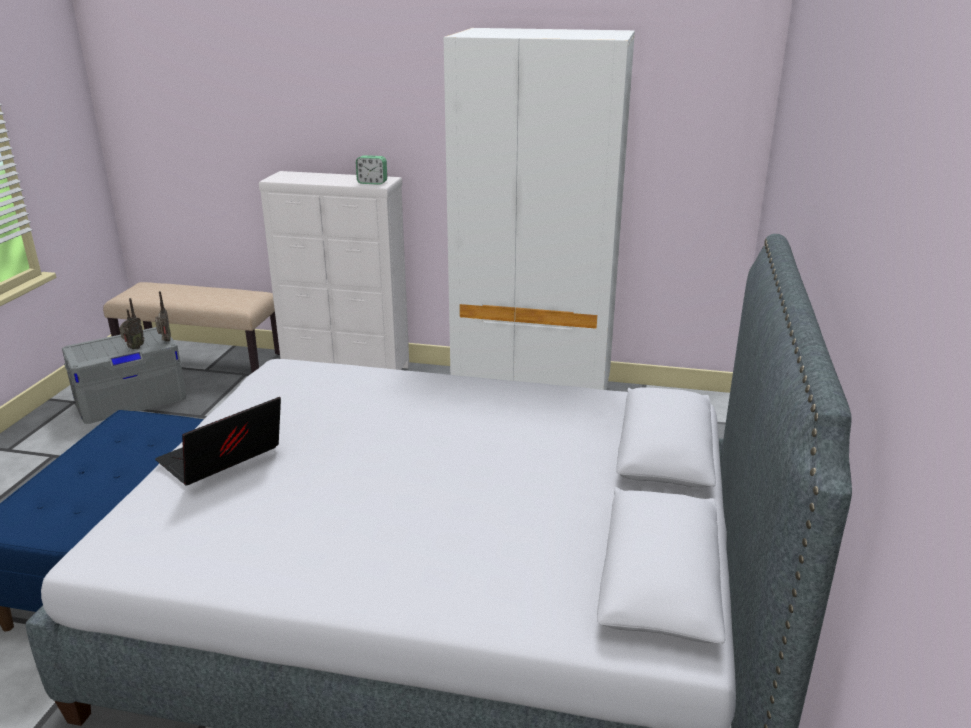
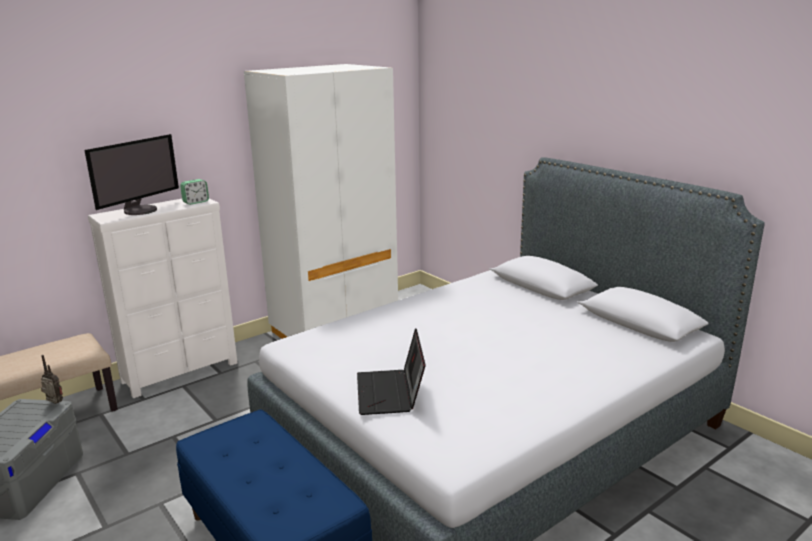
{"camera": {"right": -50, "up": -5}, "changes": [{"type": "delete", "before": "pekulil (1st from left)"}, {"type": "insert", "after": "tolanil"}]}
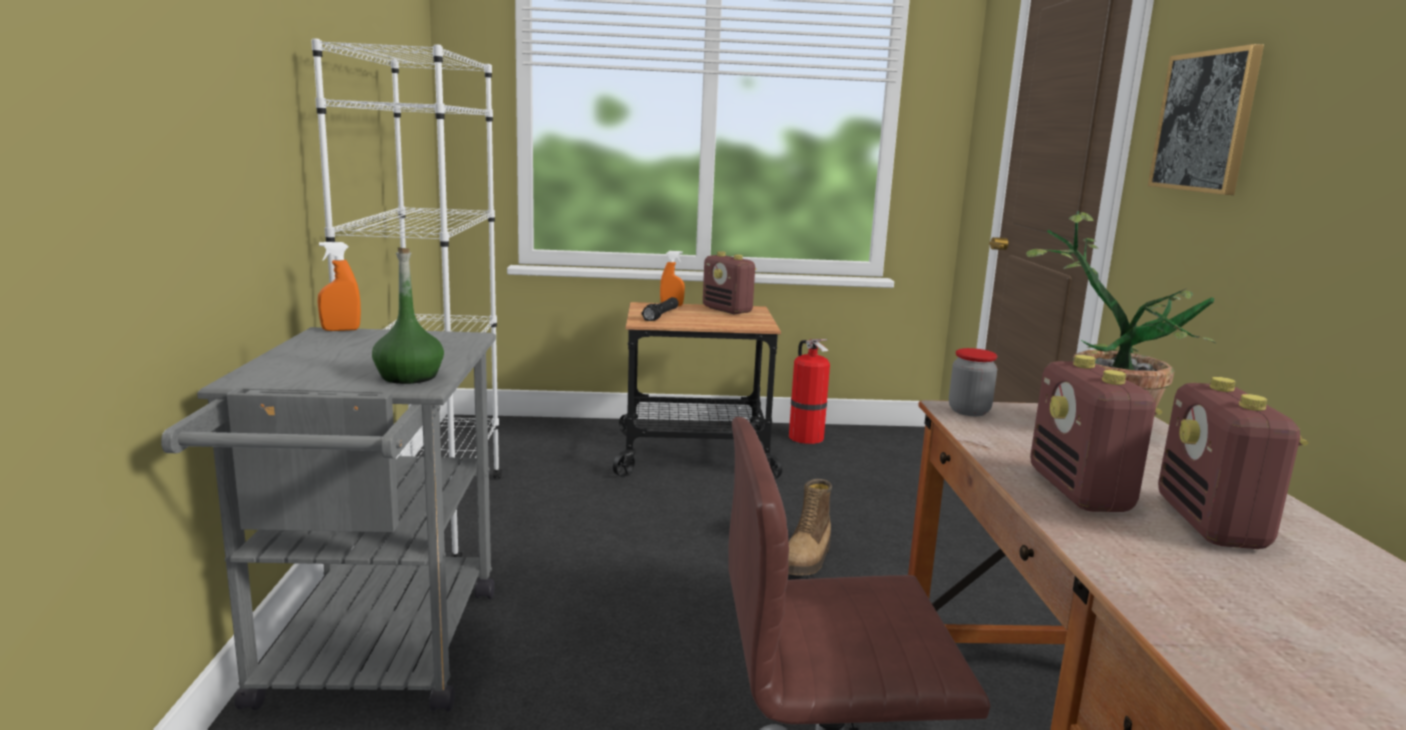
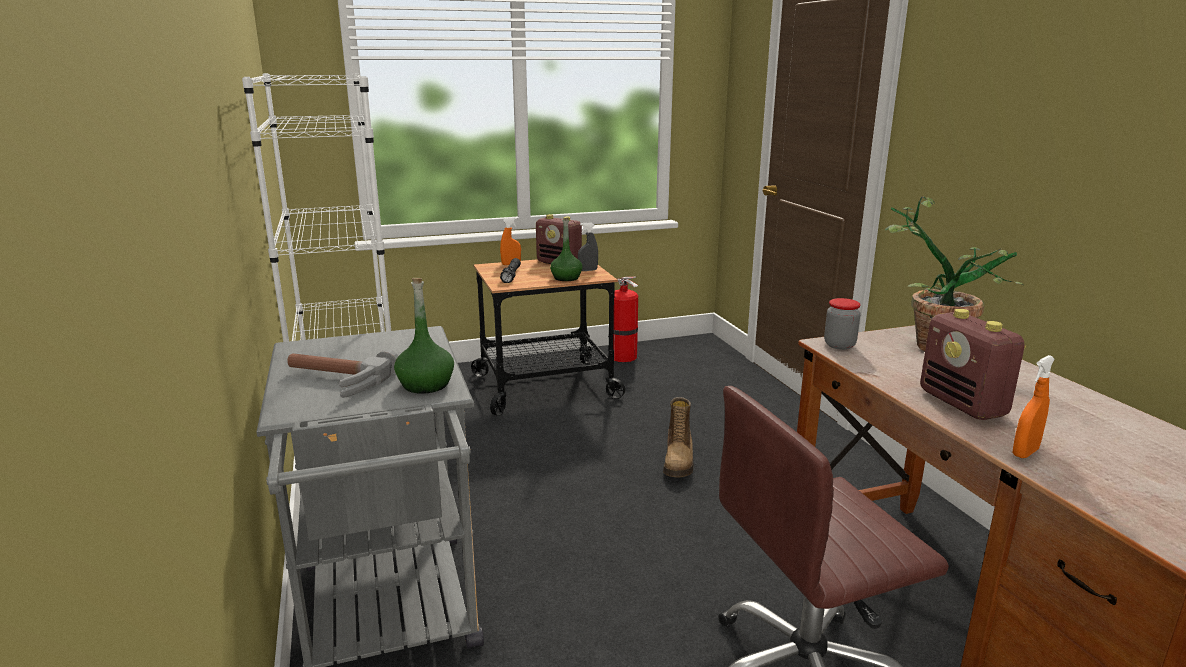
{"camera": {"right": -15, "up": 5}, "changes": [{"type": "move", "before": "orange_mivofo (1st from left in the first image)", "after": "orange_mivofo (2nd from left)"}, {"type": "delete", "before": "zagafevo"}, {"type": "delete", "before": "pekulil (3rd from left)"}, {"type": "insert", "after": "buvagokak"}, {"type": "insert", "after": "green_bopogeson (2nd from left)"}, {"type": "insert", "after": "grey_mivofo"}]}
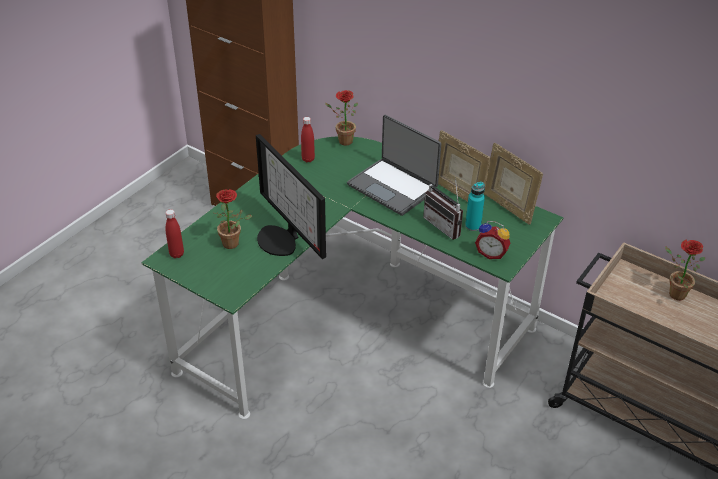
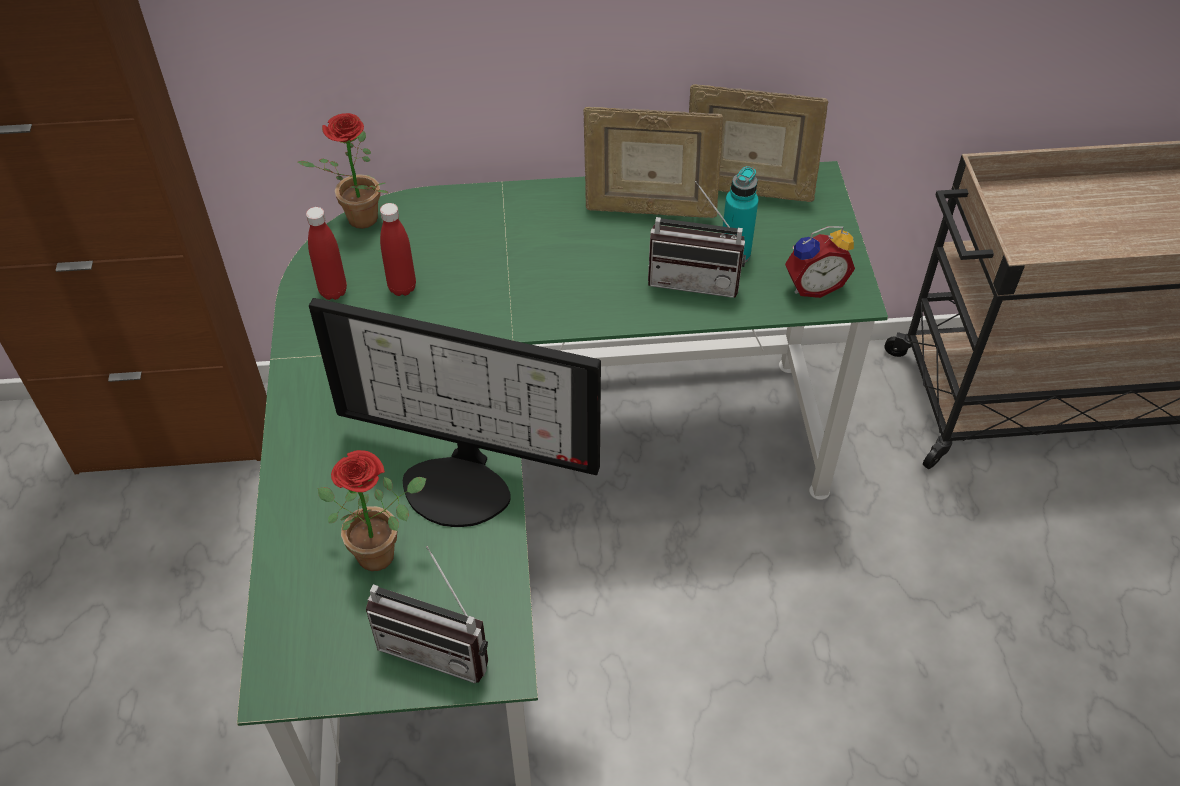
{"camera": {"right": -40, "up": 10}, "changes": [{"type": "move", "before": "red_bopogeson (1st from left in the first image)", "after": "red_bopogeson (2nd from left)"}, {"type": "delete", "before": "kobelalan"}, {"type": "delete", "before": "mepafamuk (3rd from left)"}, {"type": "insert", "after": "pekulil (1st from left)"}]}
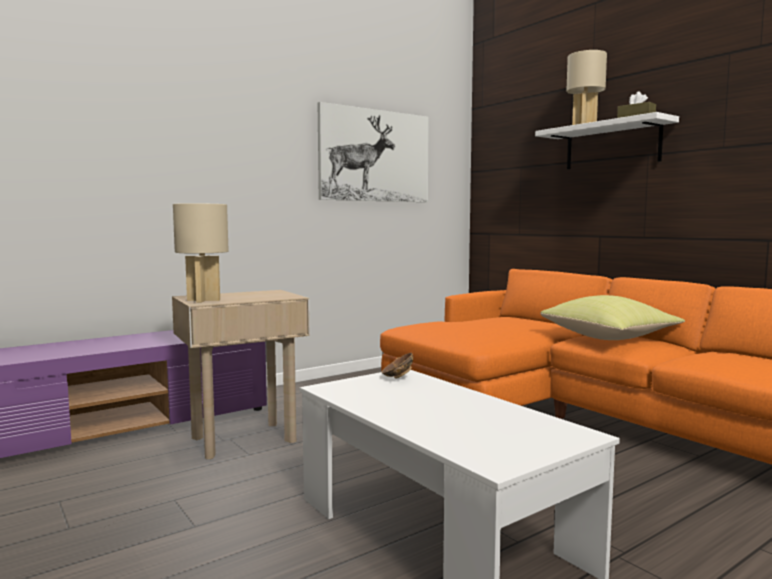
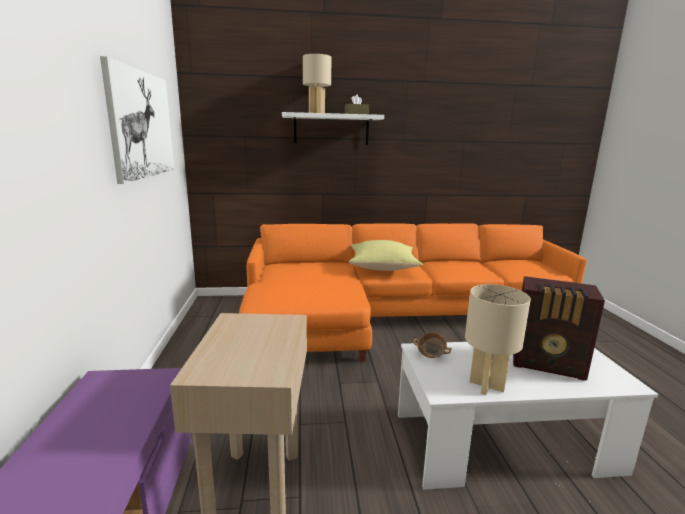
{"camera": {"right": -60, "up": 10}, "changes": [{"type": "move", "before": "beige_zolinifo (1st from left in the first image)", "after": "beige_zolinifo (2nd from left)"}, {"type": "insert", "after": "pekulil"}]}
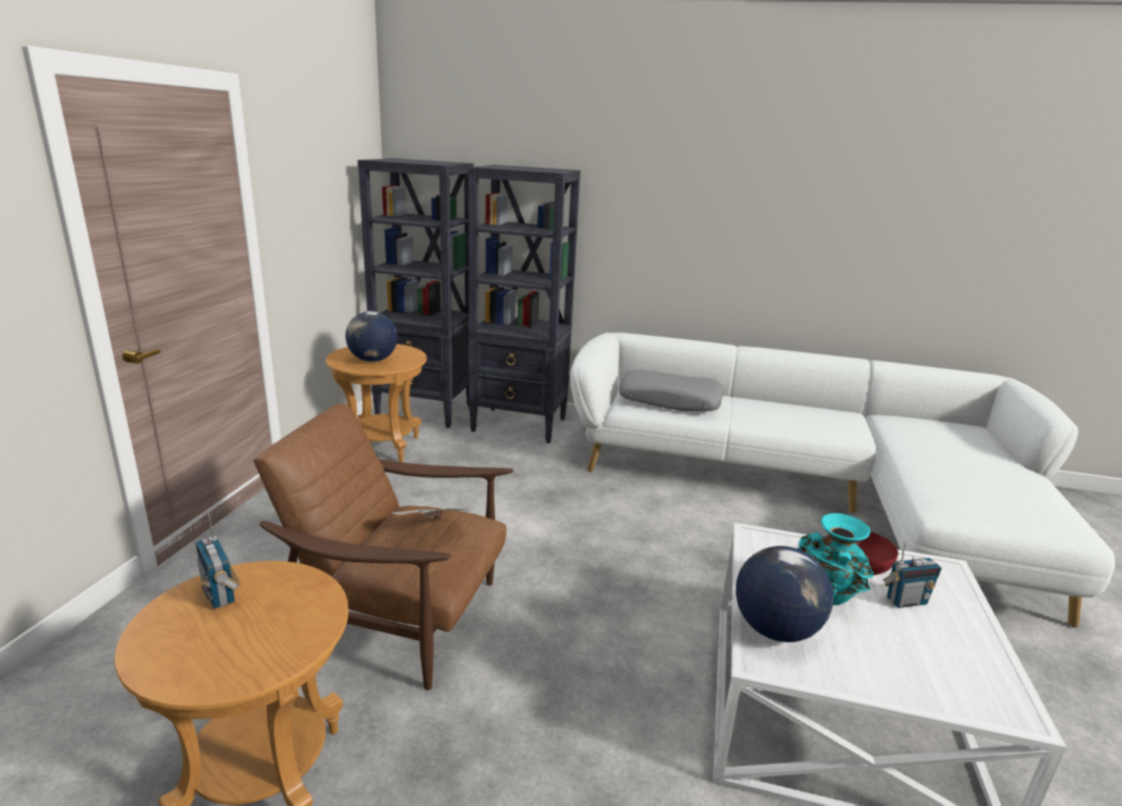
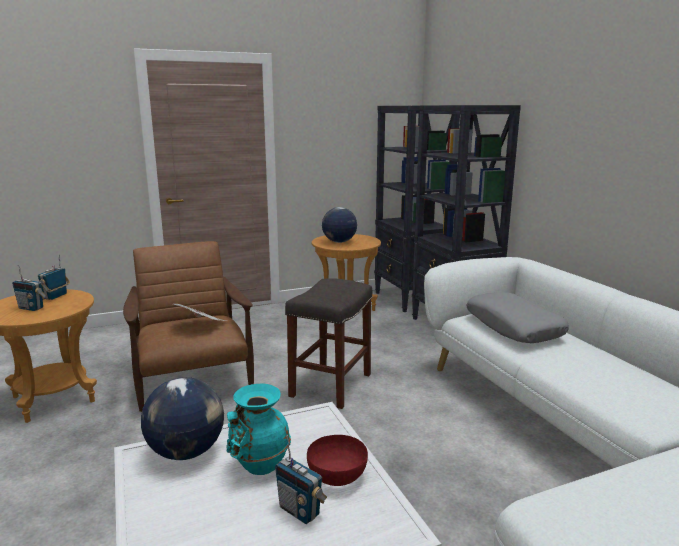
{"camera": {"right": 55, "up": -5}, "changes": [{"type": "insert", "after": "pekulil (1st from left)"}, {"type": "insert", "after": "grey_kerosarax"}]}
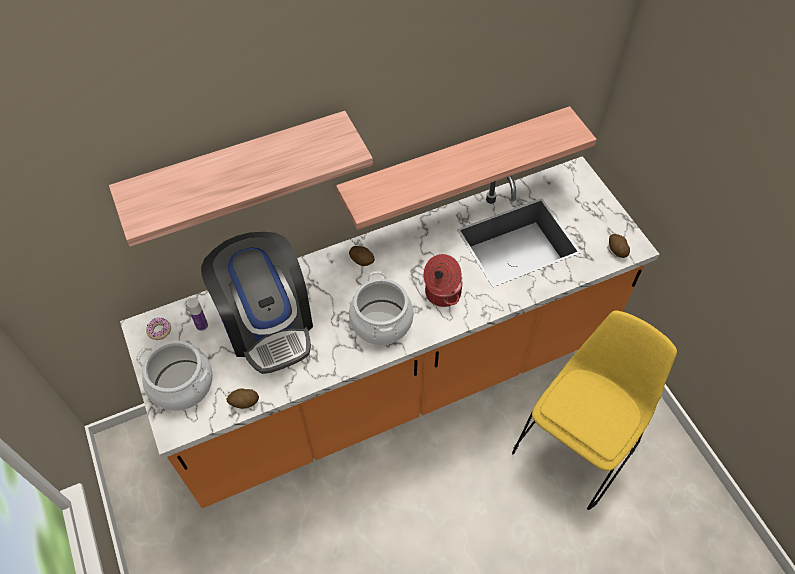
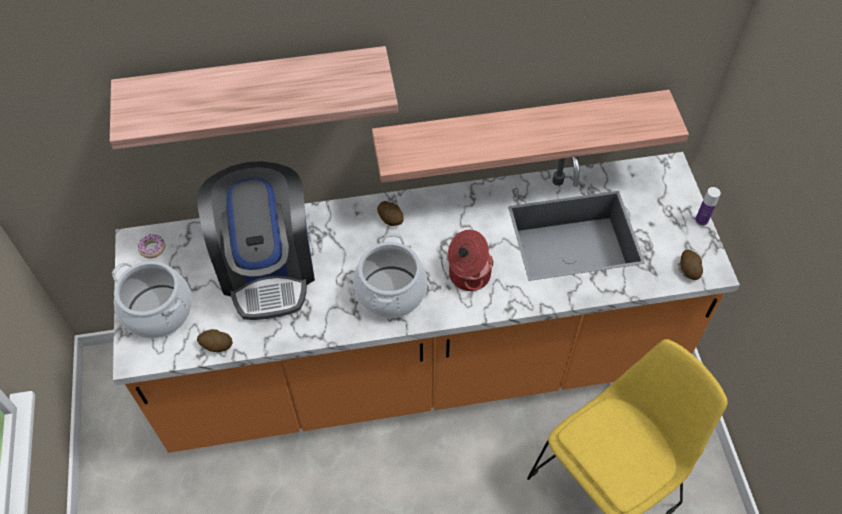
{"camera": {"right": 15, "up": 0}, "changes": [{"type": "move", "before": "bopogeson"}]}
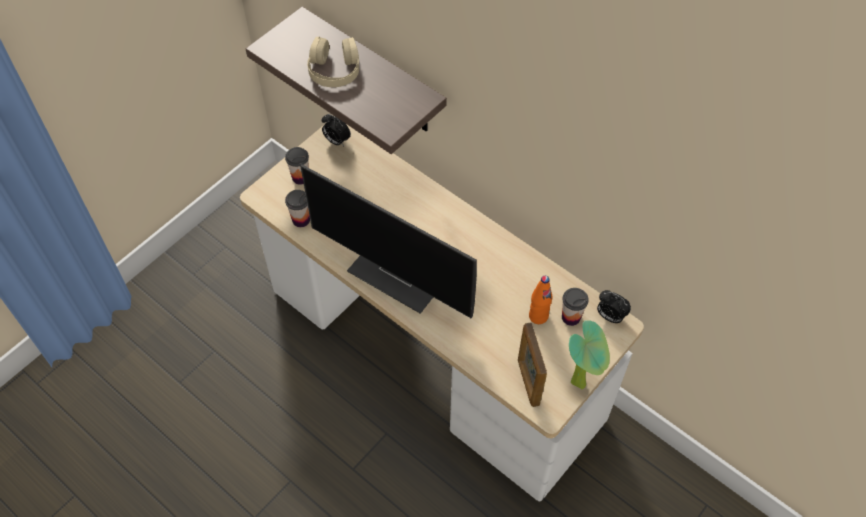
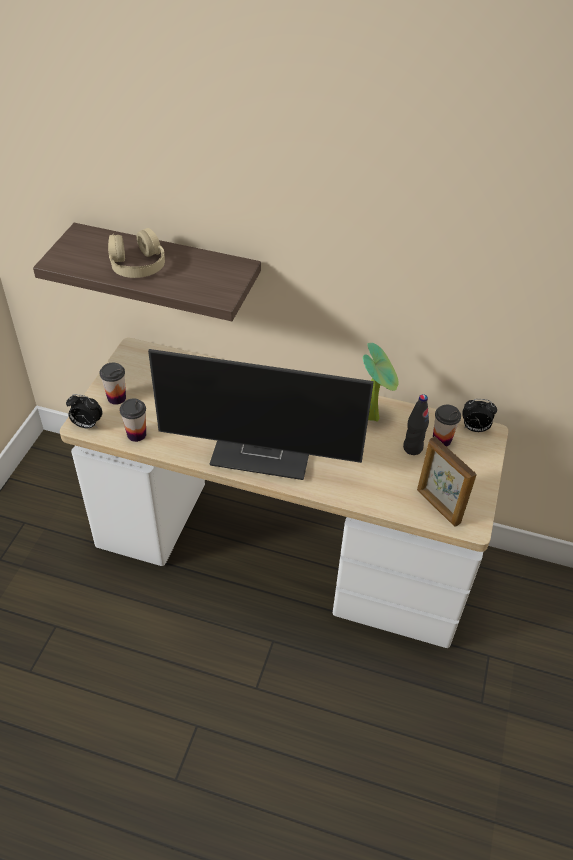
{"camera": {"right": -25, "up": -10}, "changes": [{"type": "move", "before": "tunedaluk (1st from left)"}, {"type": "recolor", "before": "orange_bopogeson", "after": "black_bopogeson"}, {"type": "move", "before": "mepafamuk"}]}
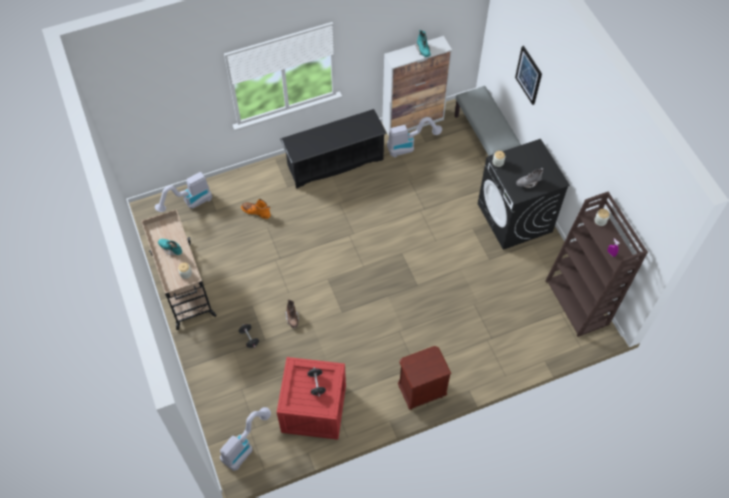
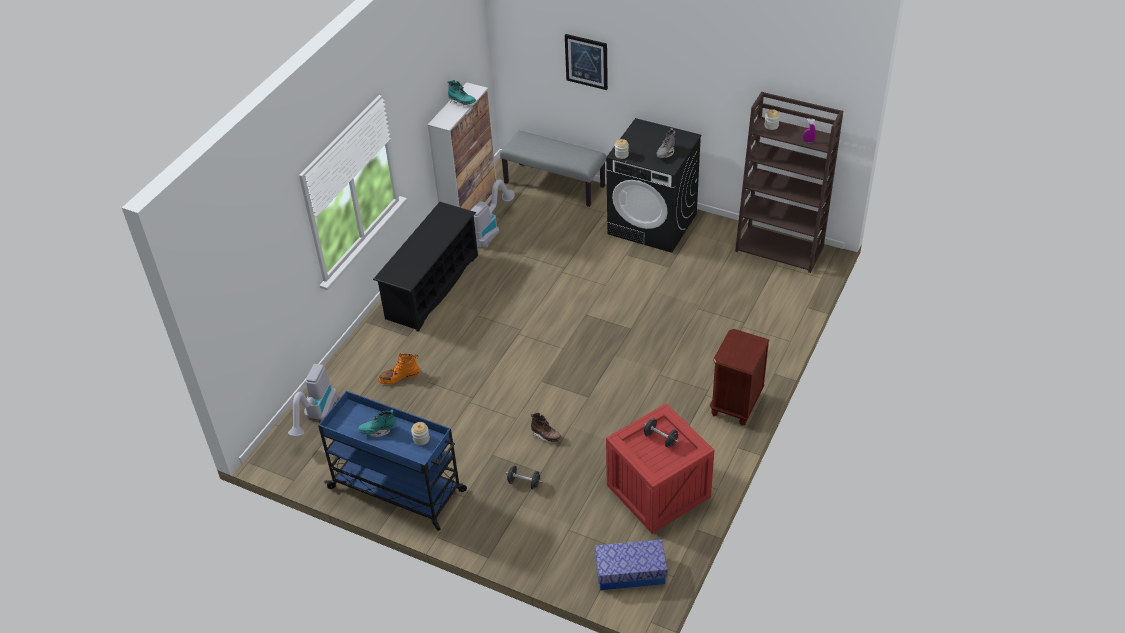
{"camera": {"right": -40, "up": -15}, "changes": [{"type": "recolor", "before": "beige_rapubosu", "after": "blue_rapubosu"}, {"type": "replace", "before": "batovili (2nd from left)", "after": "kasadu"}]}
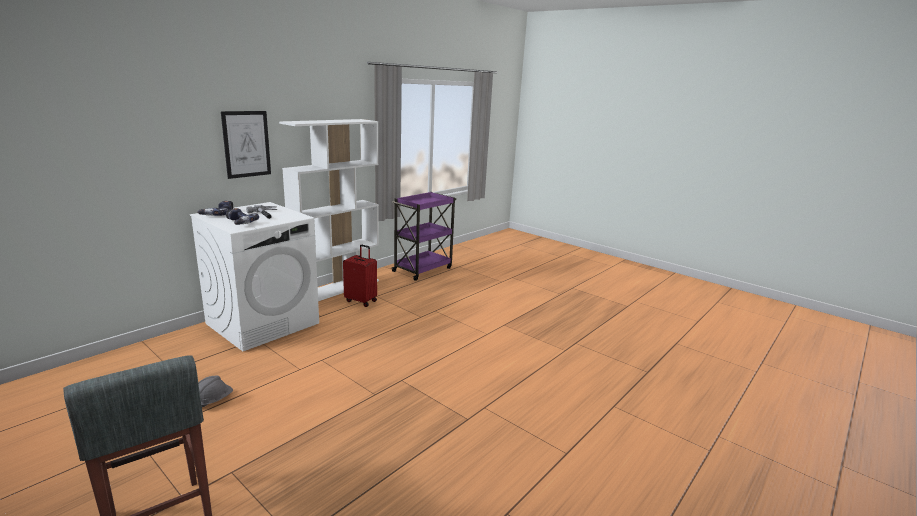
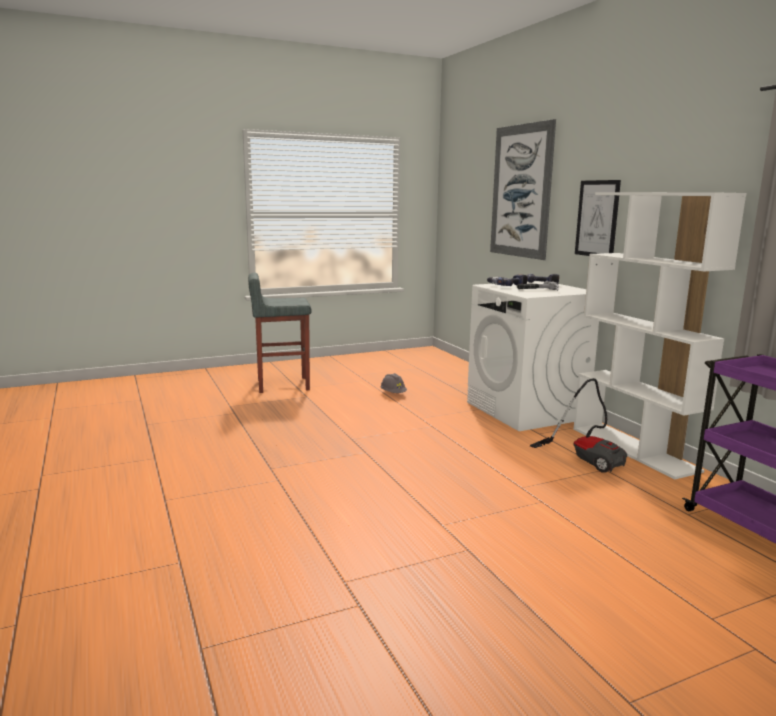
{"camera": {"right": 115, "up": -5}, "changes": [{"type": "replace", "before": "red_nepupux", "after": "batovili"}, {"type": "insert", "after": "zagafevo (1st from left)"}]}
